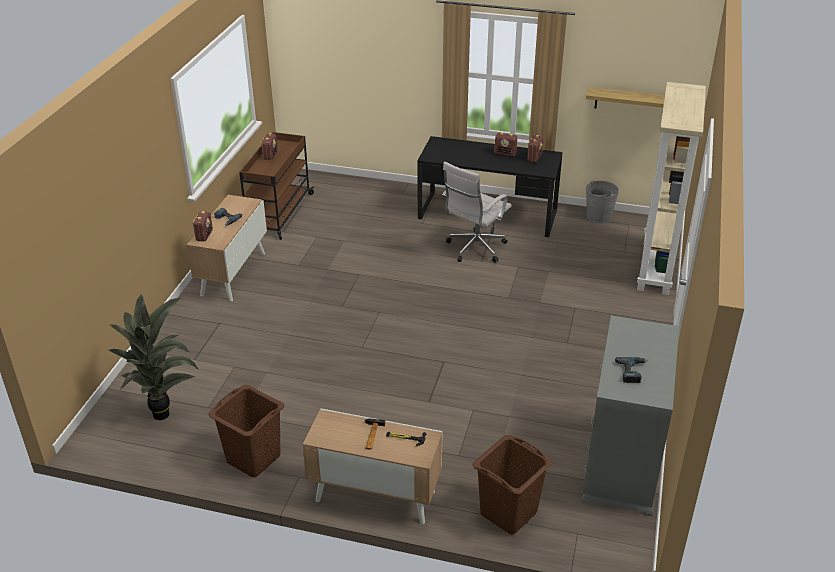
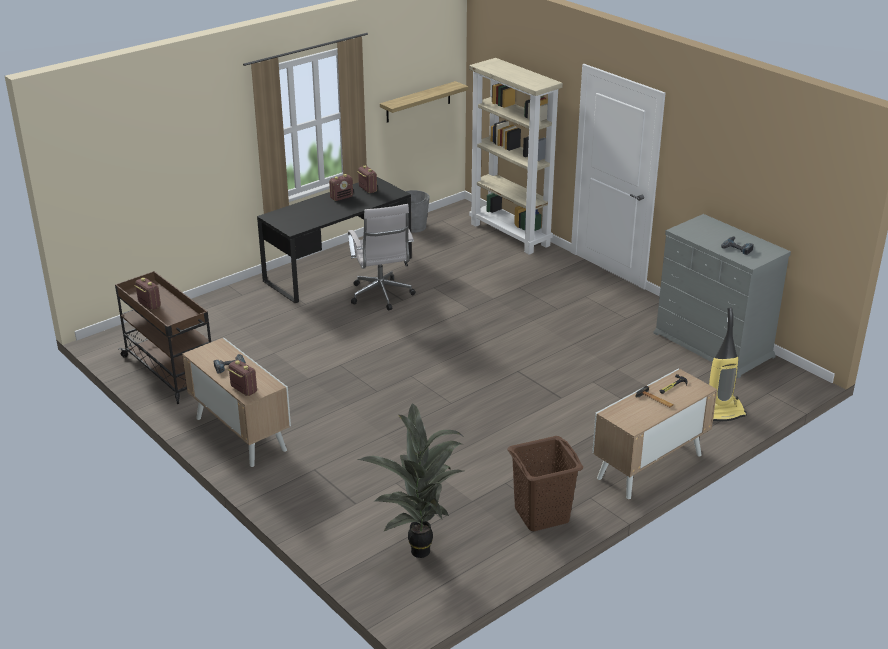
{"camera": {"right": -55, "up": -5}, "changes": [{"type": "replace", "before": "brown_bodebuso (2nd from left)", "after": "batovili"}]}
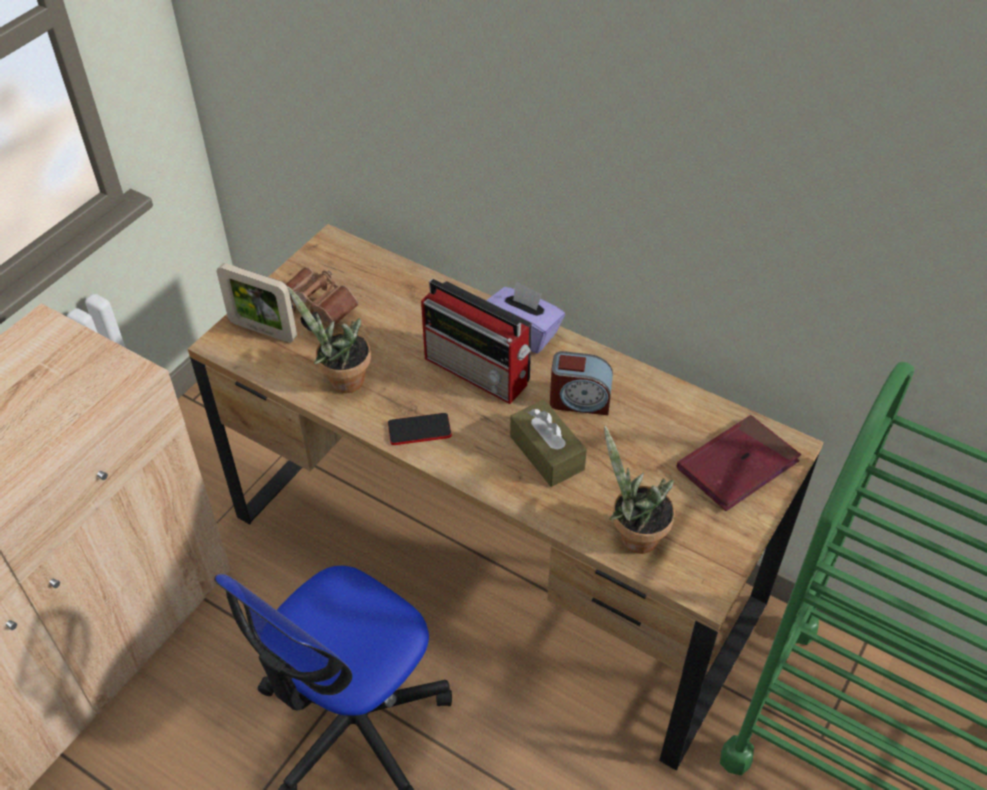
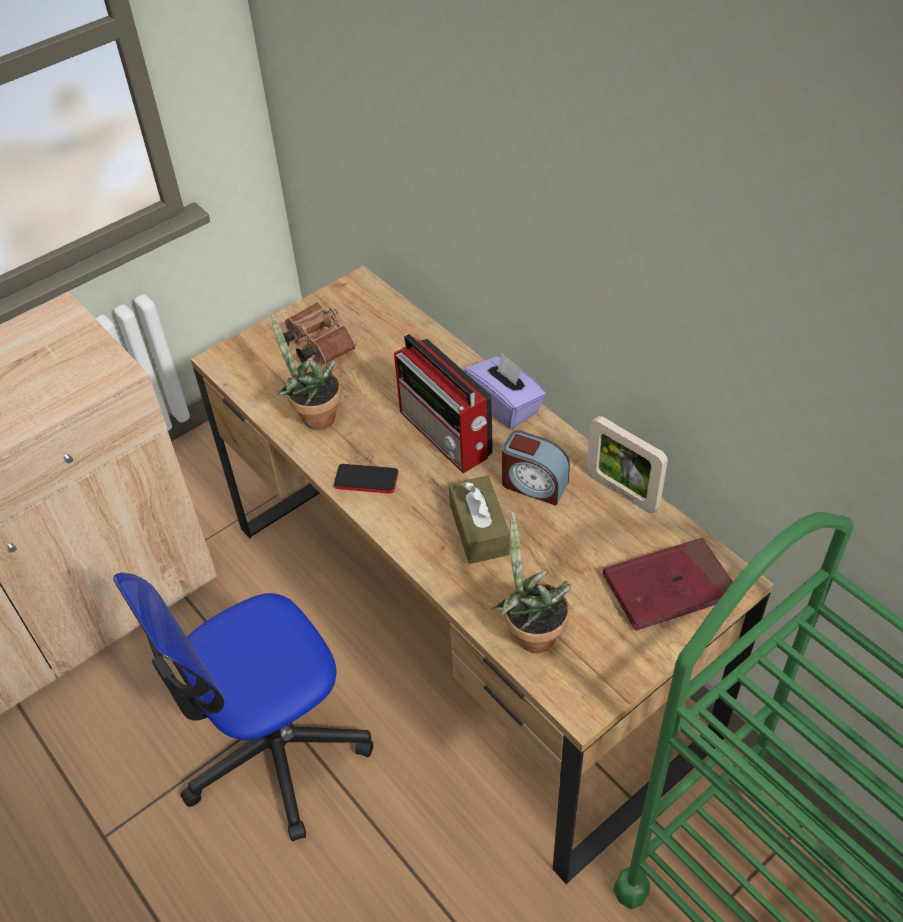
{"camera": {"right": 20, "up": 0}, "changes": [{"type": "move", "before": "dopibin"}]}
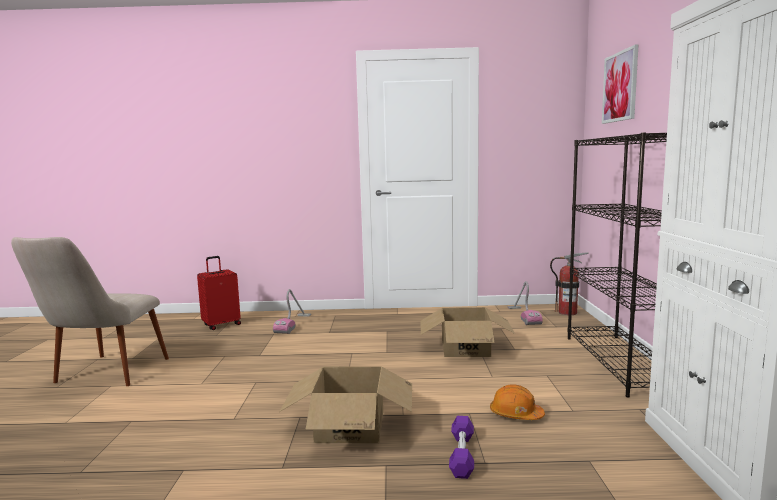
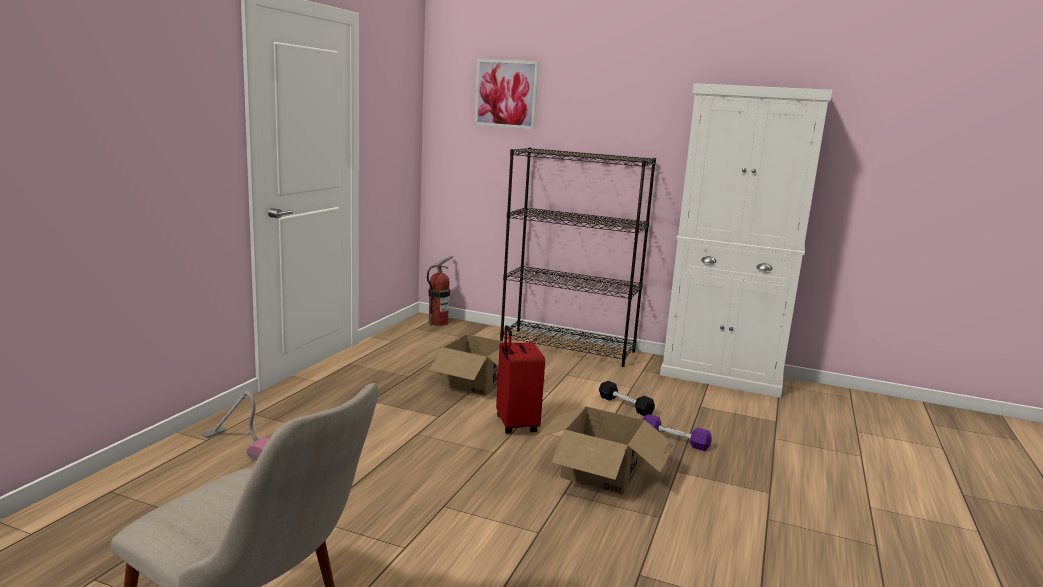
{"camera": {"right": -70, "up": 5}, "changes": [{"type": "move", "before": "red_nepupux"}, {"type": "replace", "before": "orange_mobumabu", "after": "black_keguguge"}, {"type": "delete", "before": "batovili (2nd from left)"}]}
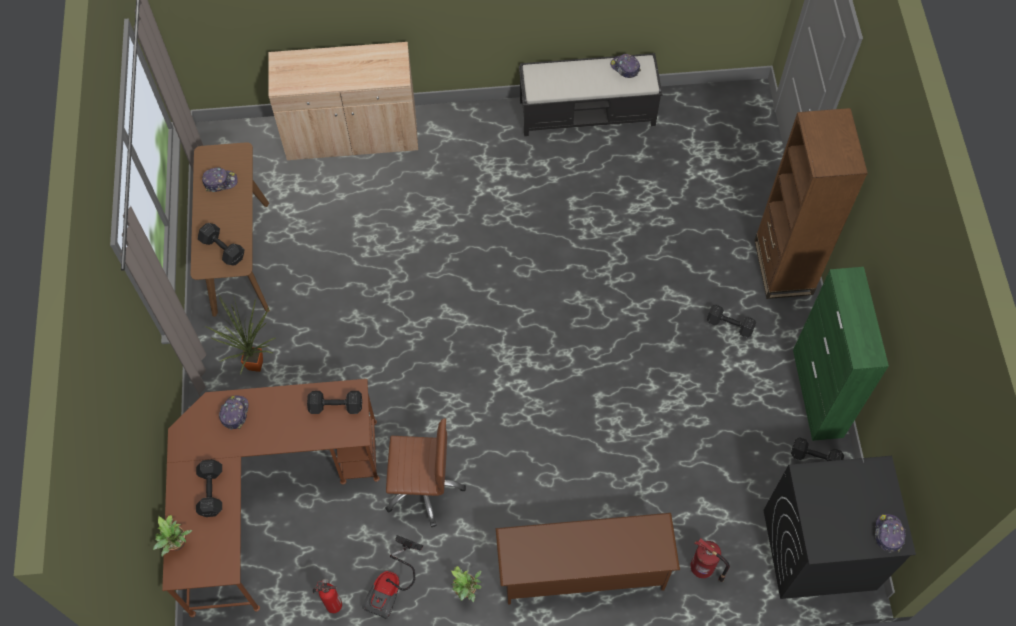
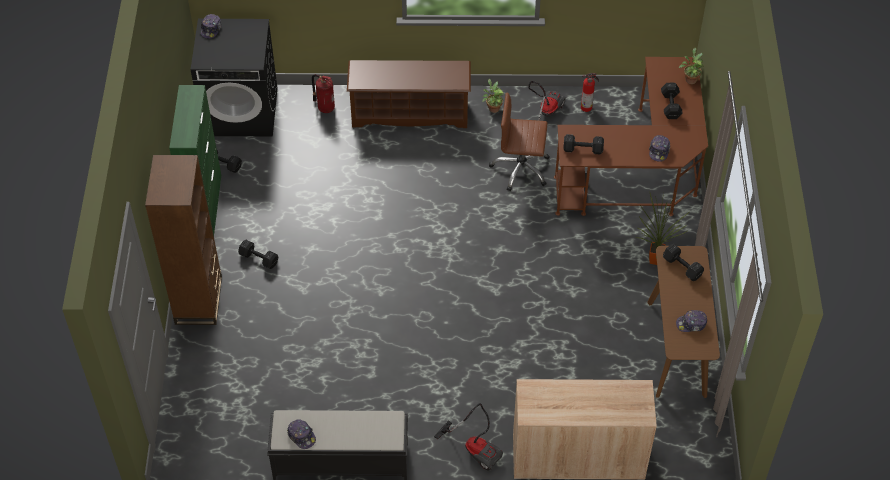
{"camera": {"right": -175, "up": -10}, "changes": [{"type": "insert", "after": "batovili (1st from left)"}]}
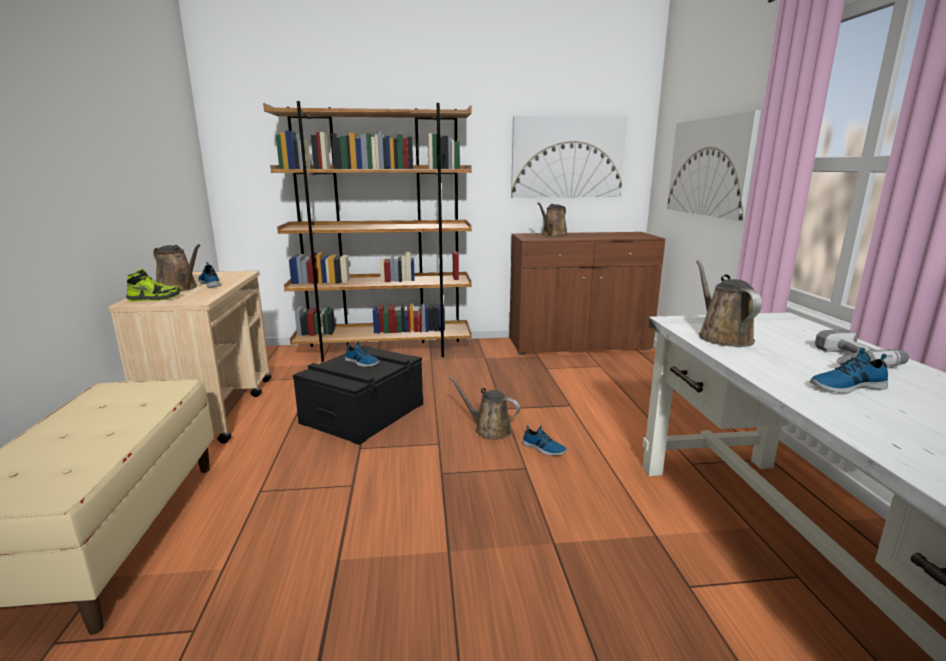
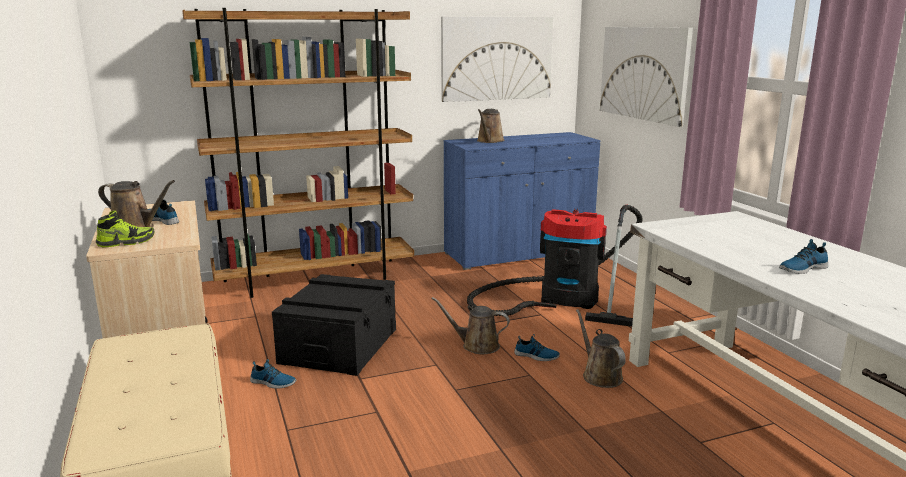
{"camera": {"right": -15, "up": 0}, "changes": [{"type": "move", "before": "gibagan (3rd from left)"}, {"type": "recolor", "before": "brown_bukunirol", "after": "blue_bukunirol"}, {"type": "move", "before": "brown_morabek (4th from left)"}, {"type": "delete", "before": "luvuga"}, {"type": "insert", "after": "batovili"}]}
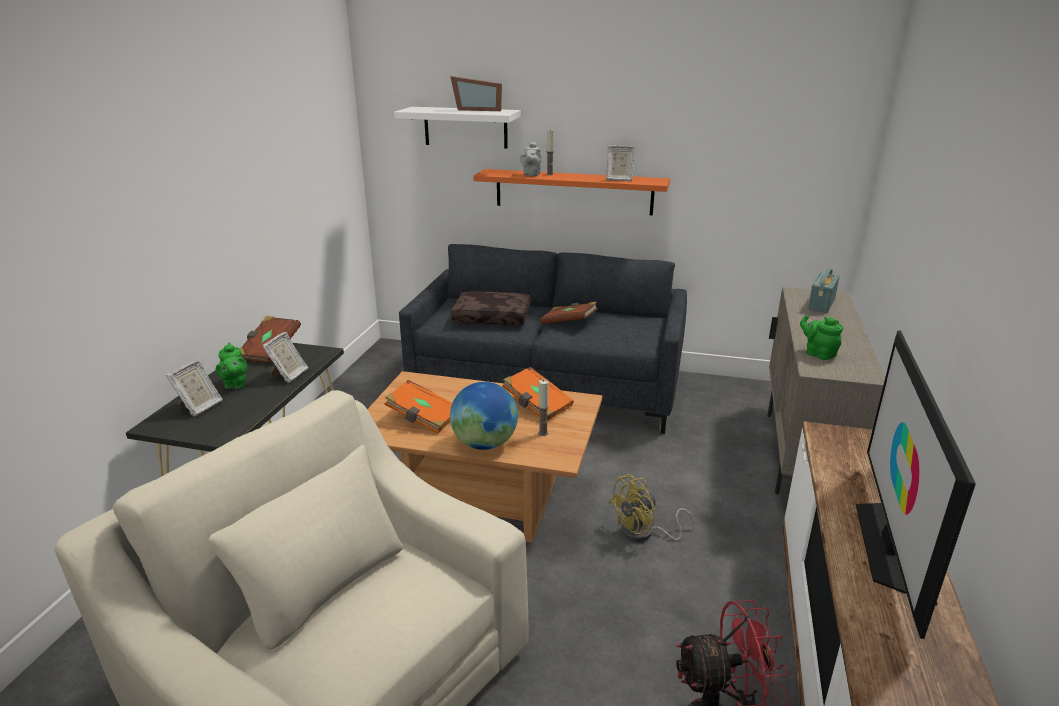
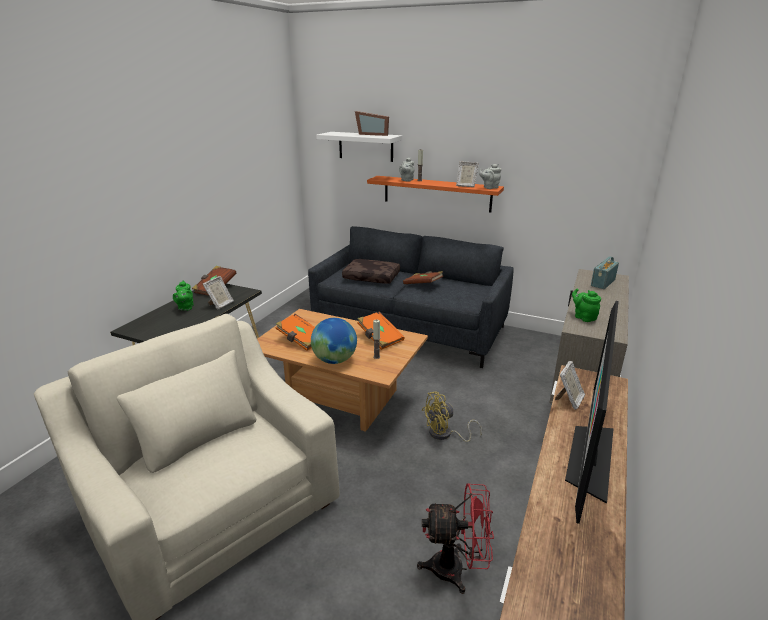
{"camera": {"right": 10, "up": 0}, "changes": [{"type": "move", "before": "dopibin (1st from left in the first image)", "after": "dopibin (4th from left)"}, {"type": "insert", "after": "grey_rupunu (2nd from left)"}]}
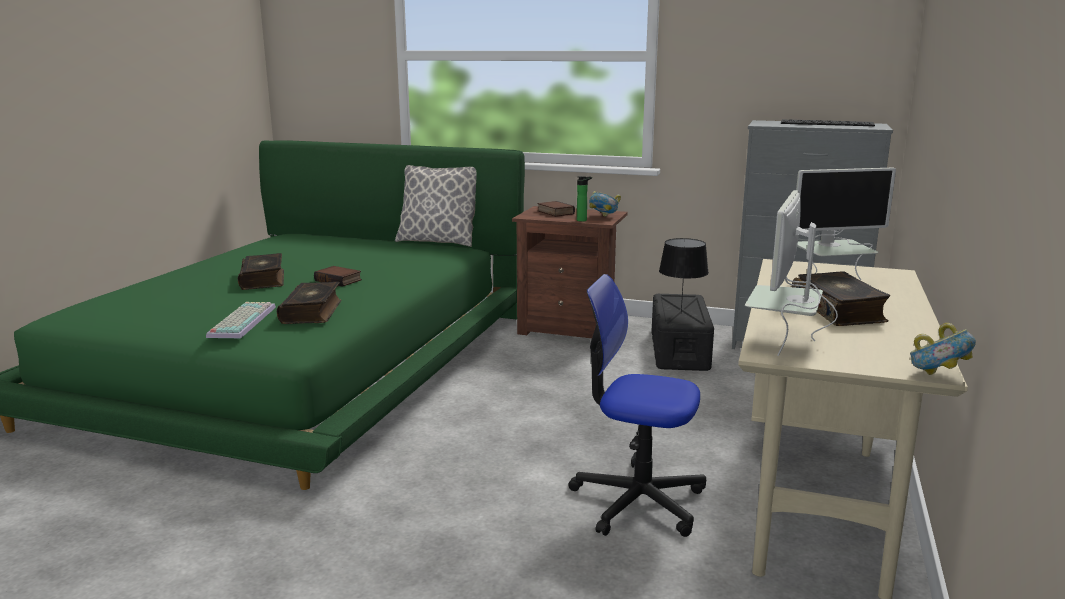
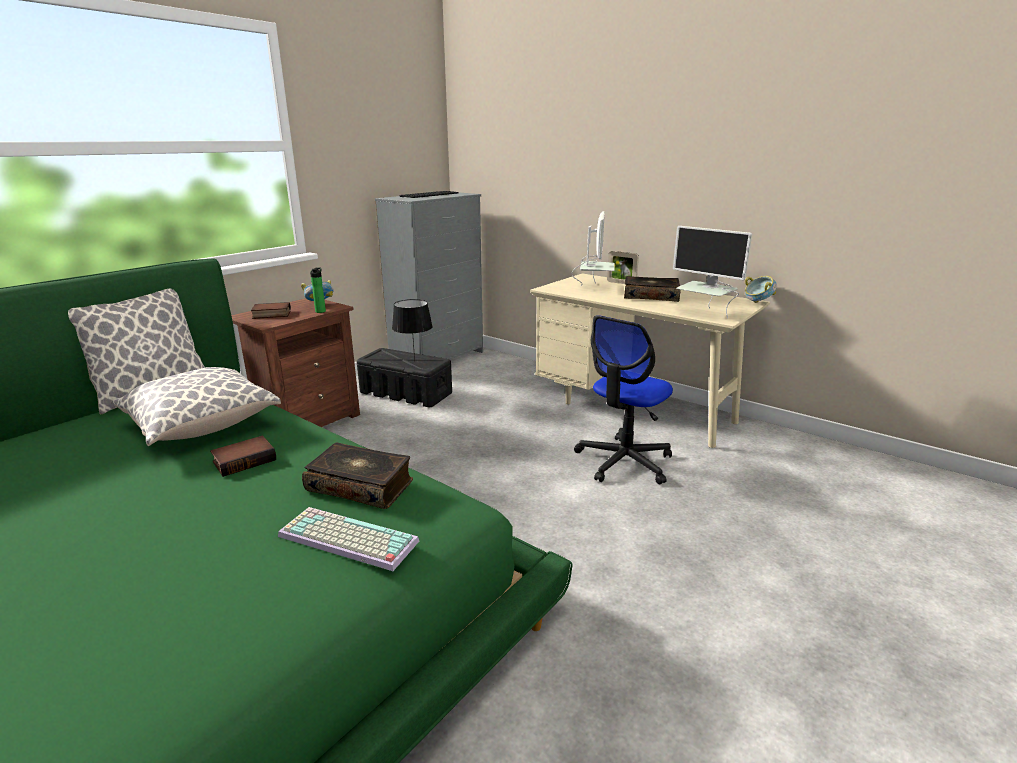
{"camera": {"right": -70, "up": 5}, "changes": [{"type": "delete", "before": "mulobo (1st from left)"}, {"type": "insert", "after": "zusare (2nd from left)"}, {"type": "insert", "after": "dopibin"}]}
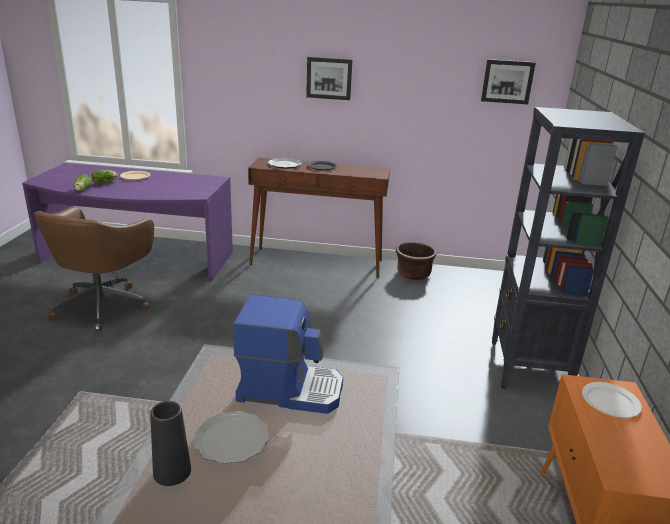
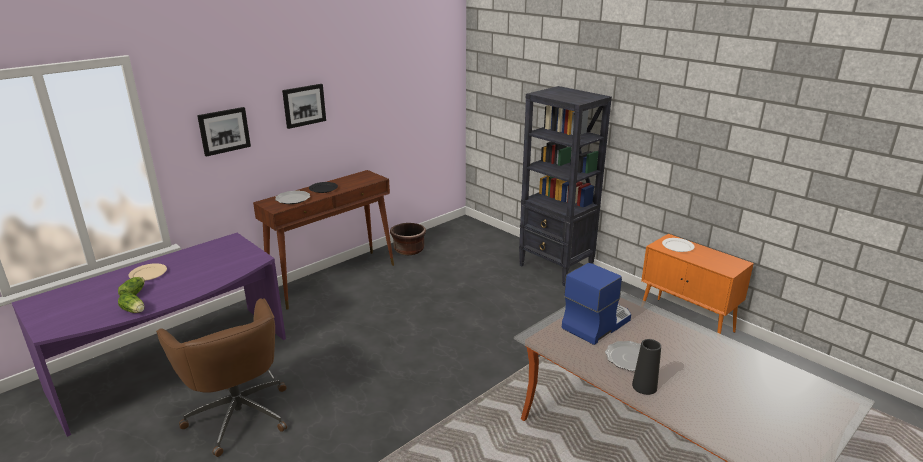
{"camera": {"right": -50, "up": 0}, "changes": [{"type": "move", "before": "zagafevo (2nd from left in the first image)", "after": "zagafevo (1st from left)"}]}
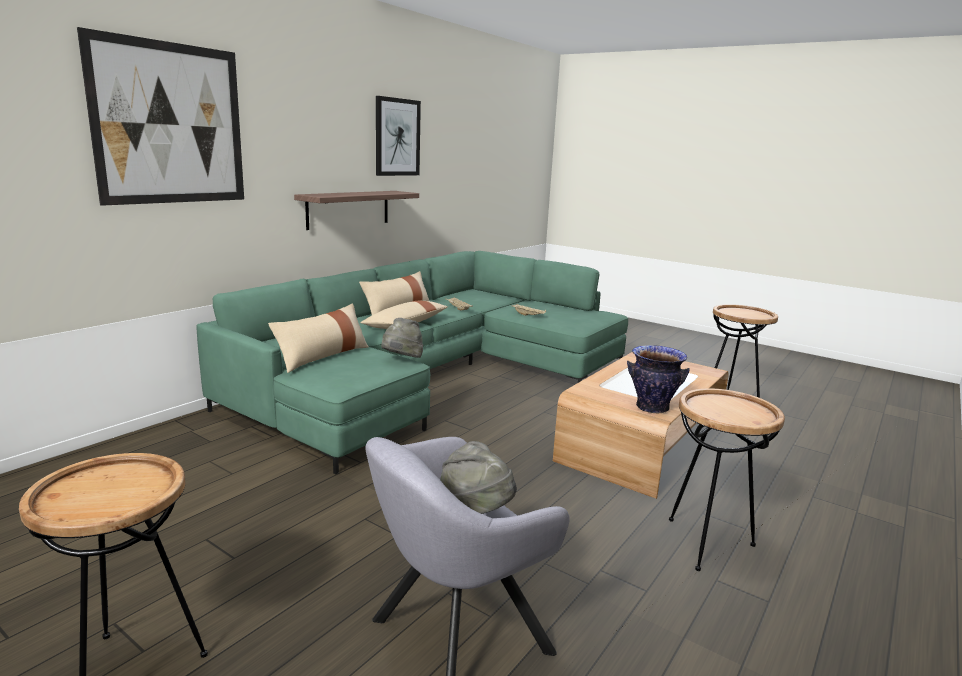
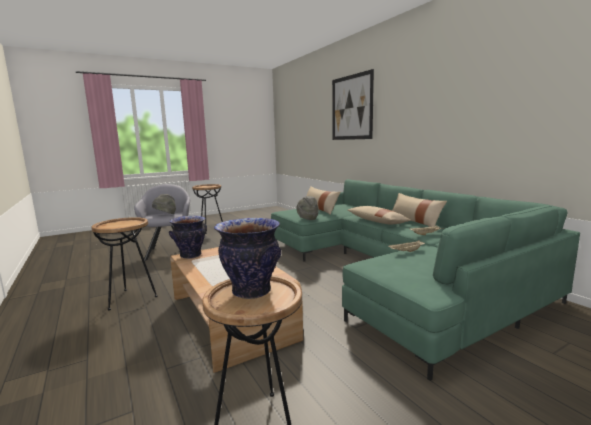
{"camera": {"right": 115, "up": -5}, "changes": [{"type": "delete", "before": "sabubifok"}, {"type": "delete", "before": "zagafevo (2nd from left)"}, {"type": "insert", "after": "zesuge (2nd from left)"}]}
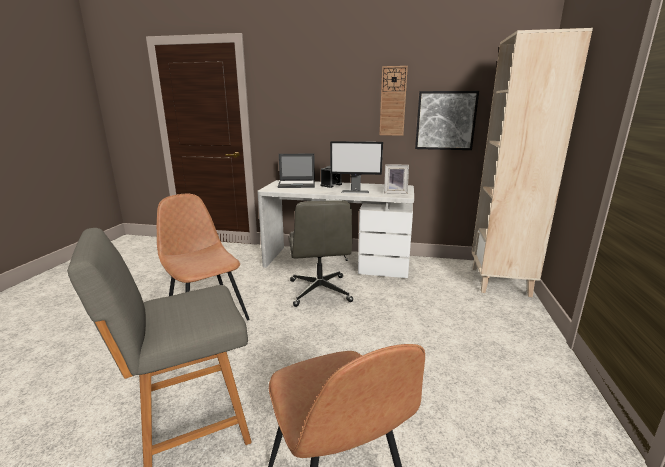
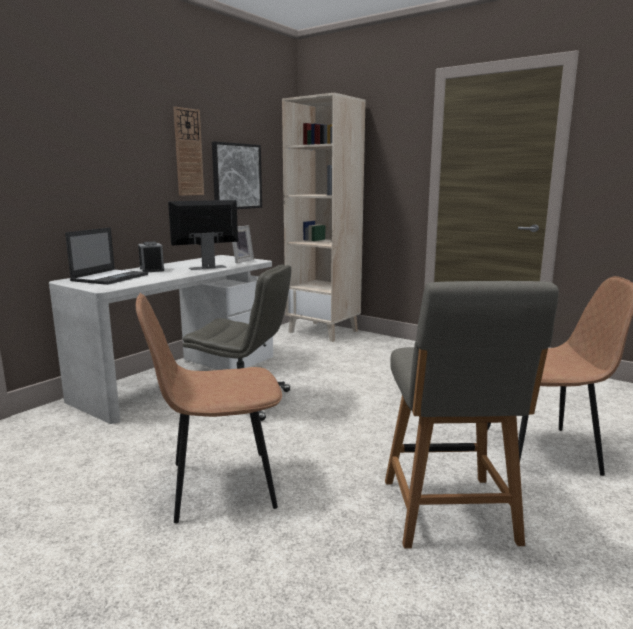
{"camera": {"right": -65, "up": -5}, "changes": [{"type": "rotate", "before": "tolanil", "turn": -150}]}
